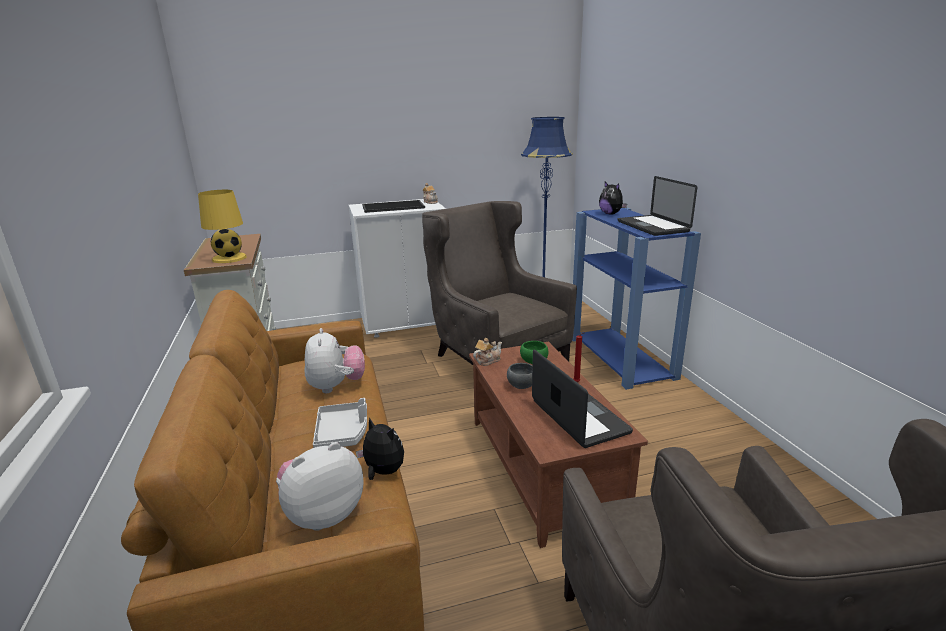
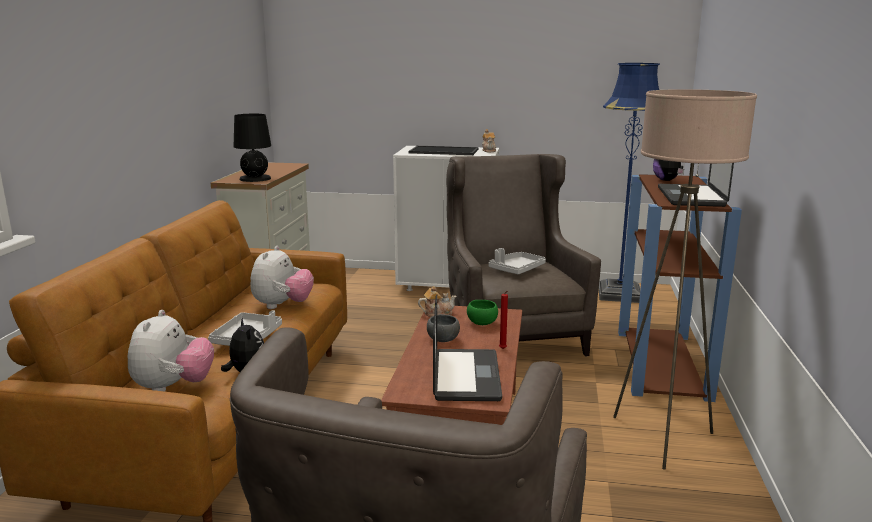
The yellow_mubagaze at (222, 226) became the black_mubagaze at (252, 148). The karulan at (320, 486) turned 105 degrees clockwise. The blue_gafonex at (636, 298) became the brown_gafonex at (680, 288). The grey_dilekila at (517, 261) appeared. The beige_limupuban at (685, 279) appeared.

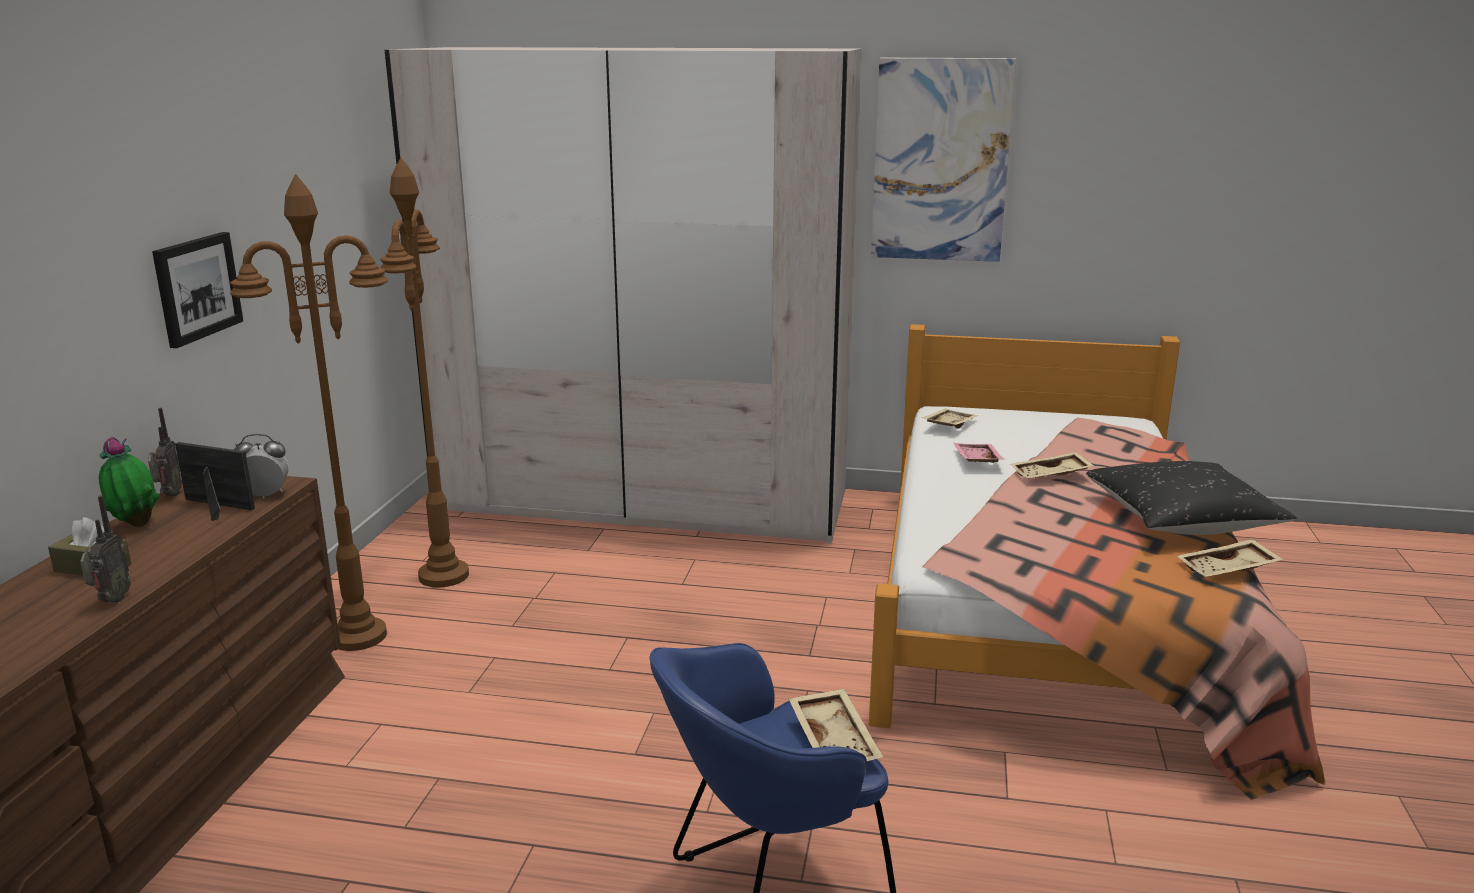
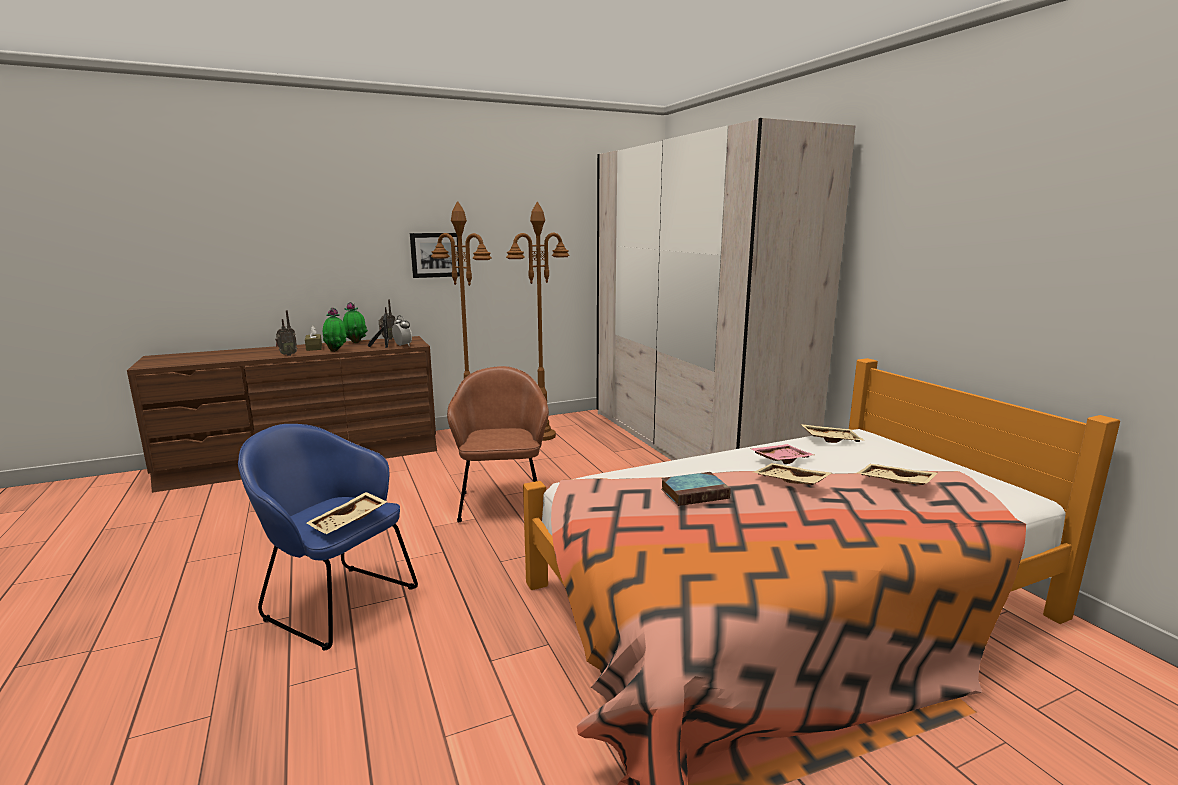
The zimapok at (944, 160) disappeared. The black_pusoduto at (1191, 498) disappeared. The beige_dilekila moved from (1230, 558) to (897, 474). The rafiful at (334, 330) appeared. The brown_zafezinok at (498, 444) appeared. The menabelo at (696, 489) appeared.

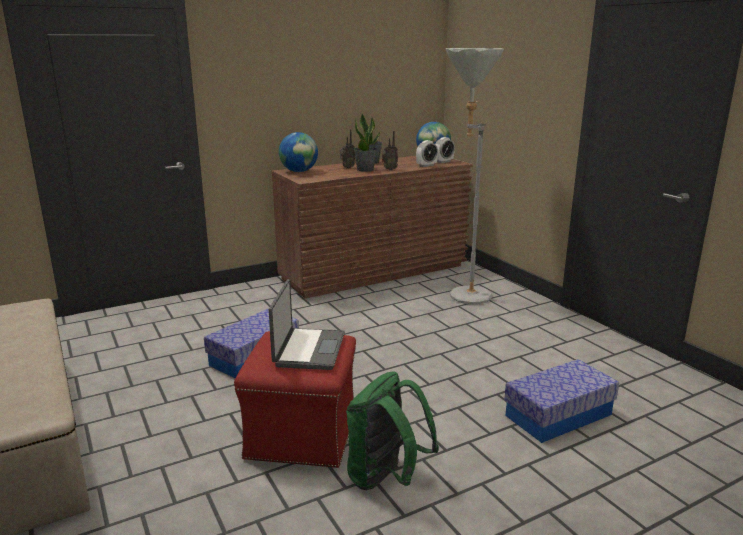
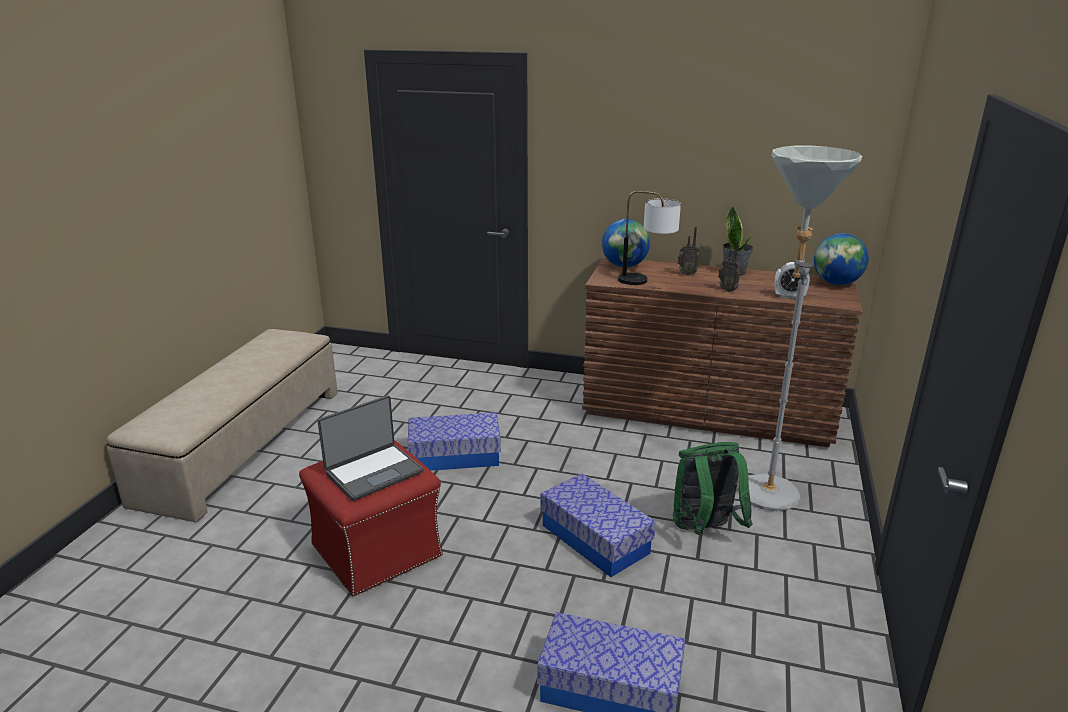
The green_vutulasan moved from (392, 430) to (712, 488). The rafiful at (365, 144) disappeared. The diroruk at (445, 150) disappeared. The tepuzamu at (598, 525) appeared. The mubagaze at (649, 238) appeared.

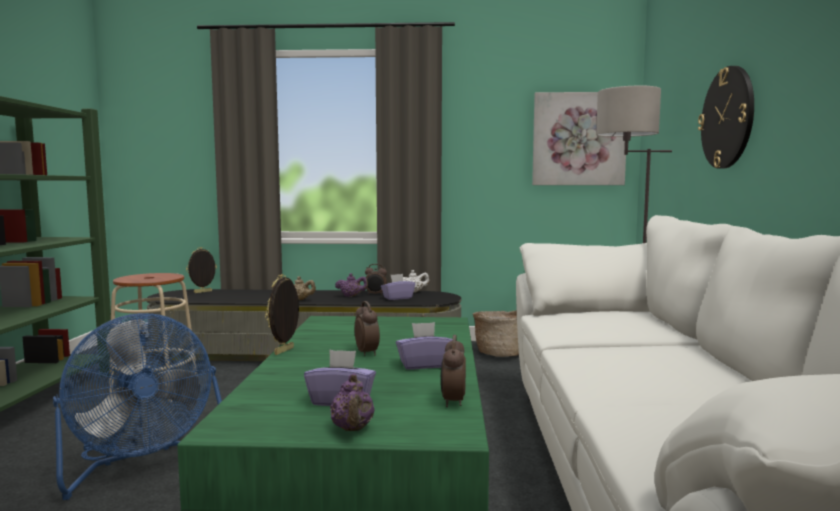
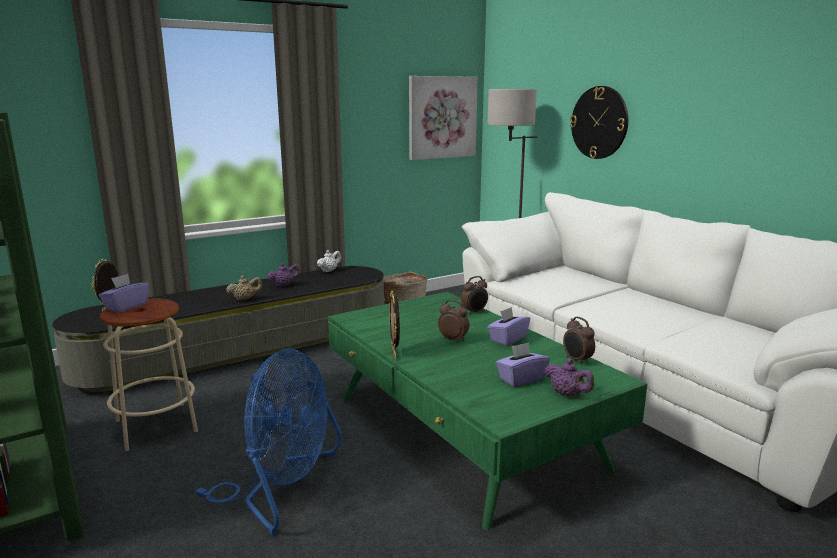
The diroruk moved from (376, 279) to (474, 295). The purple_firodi moved from (398, 287) to (124, 293).

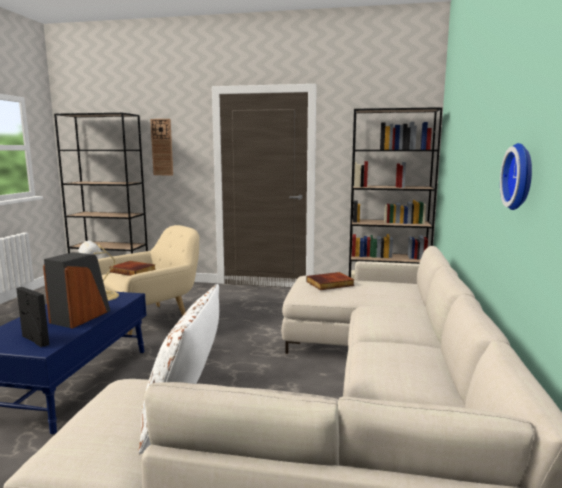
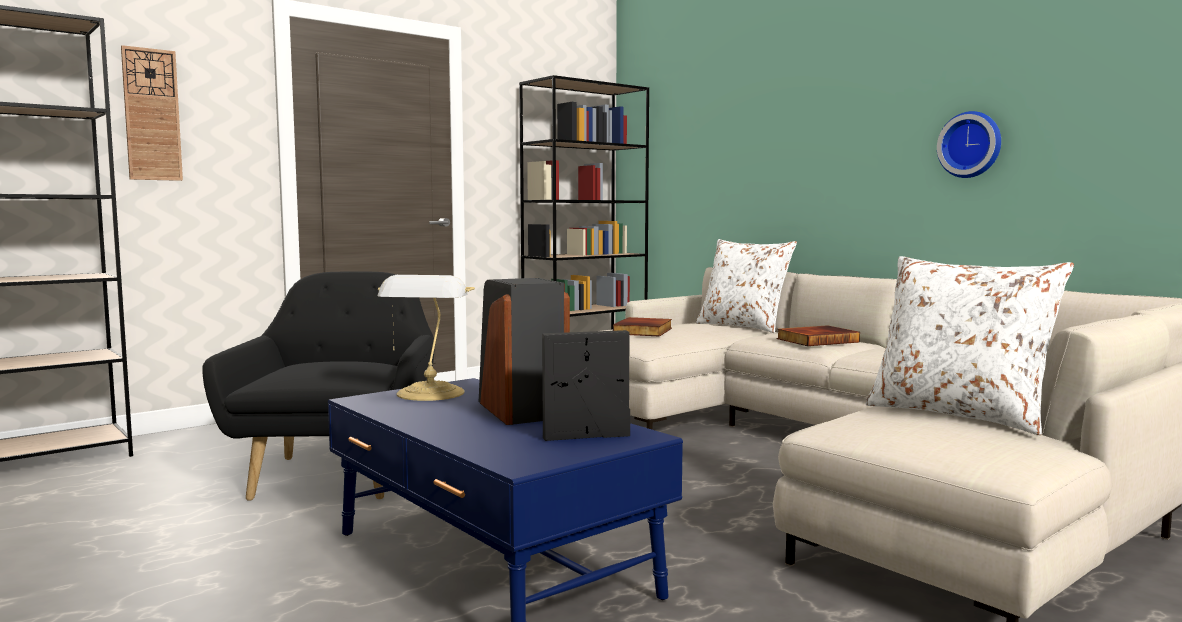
The beige_zafezinok at (148, 280) became the black_zafezinok at (318, 386). The menabelo moved from (132, 268) to (818, 335). The white_pusoduto at (746, 286) appeared.

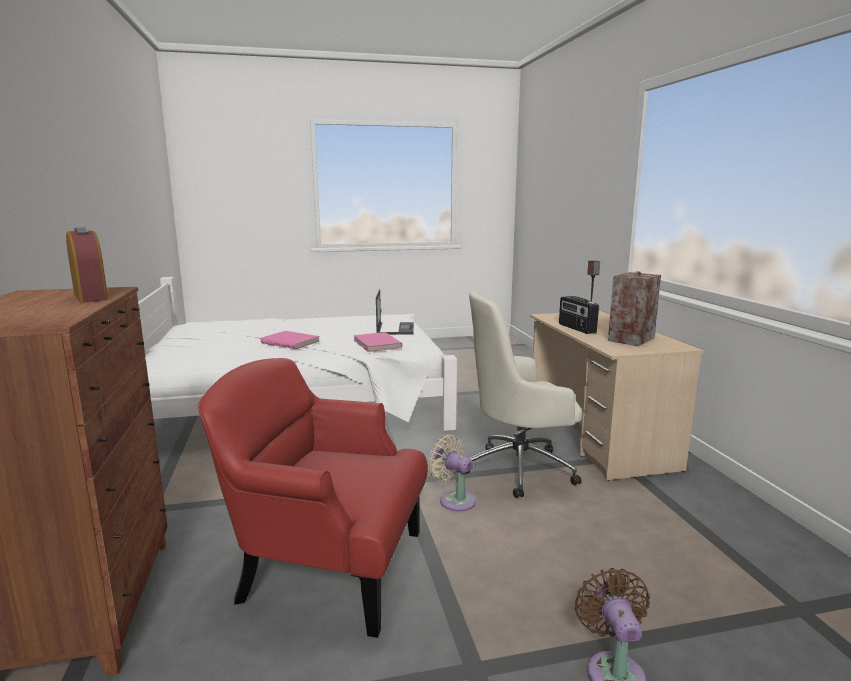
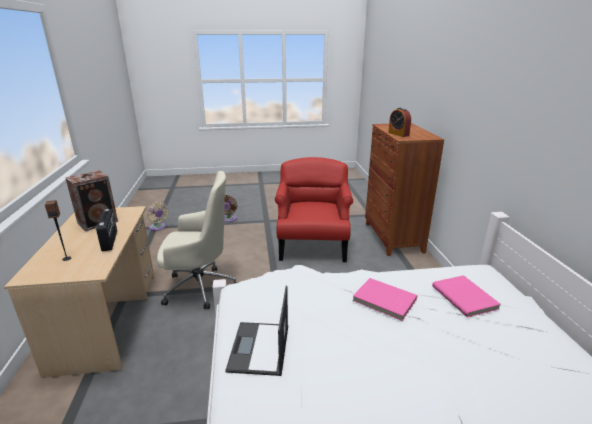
The red_zafezinok at (313, 498) turned 105 degrees counterclockwise. The pink_menabelo moved from (378, 342) to (466, 296). The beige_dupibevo moved from (452, 473) to (158, 216).

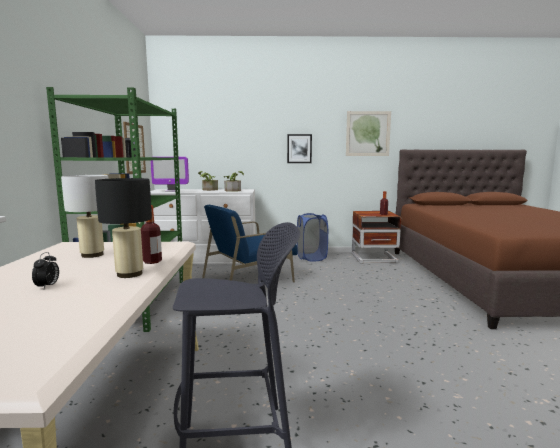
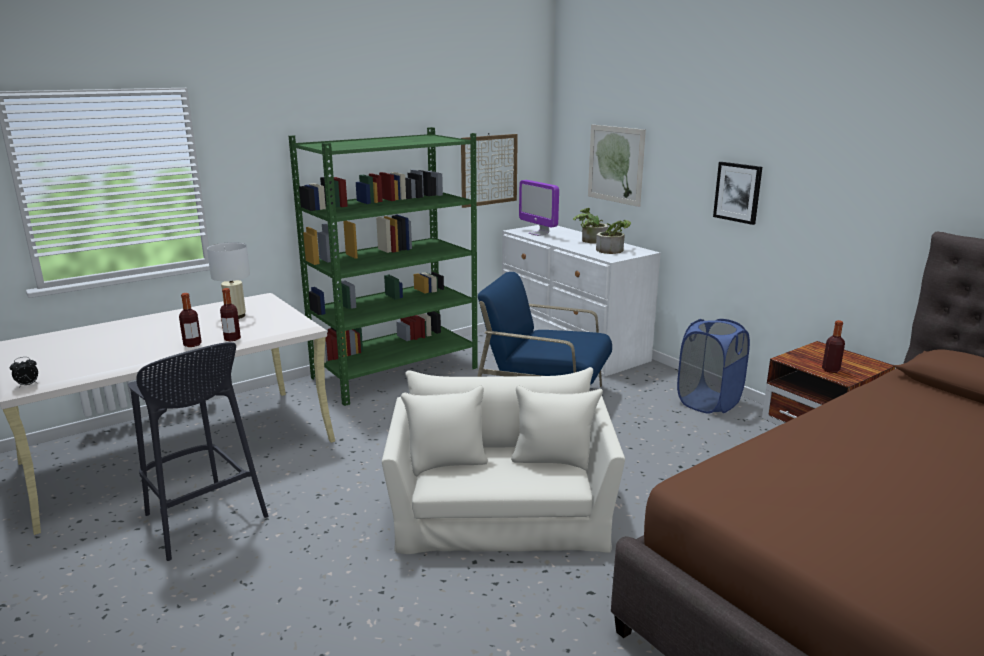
The diroruk moved from (45, 270) to (24, 372). The black_mubagaze at (123, 228) was replaced by the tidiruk at (190, 320). The zimapok moved from (368, 133) to (617, 165). The beige_zafezinok at (503, 460) appeared.

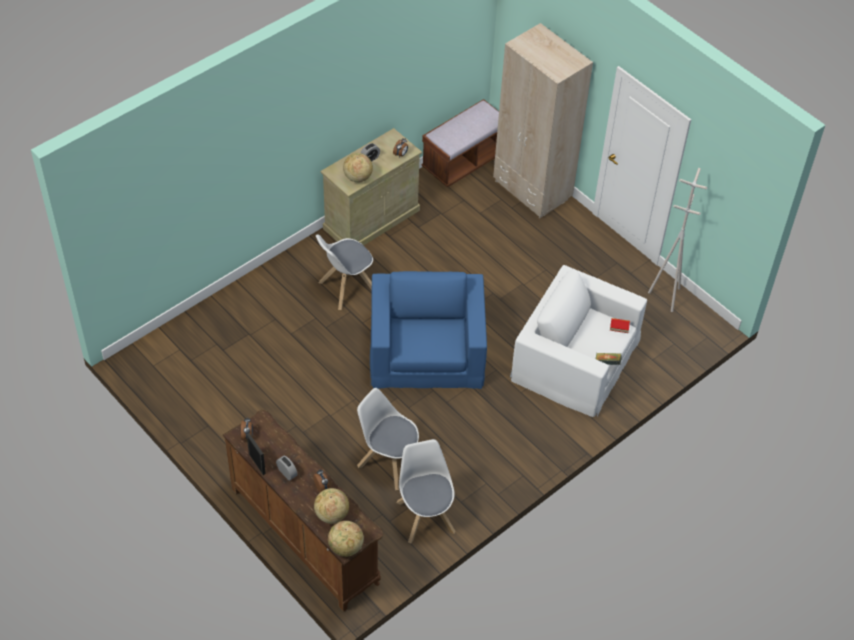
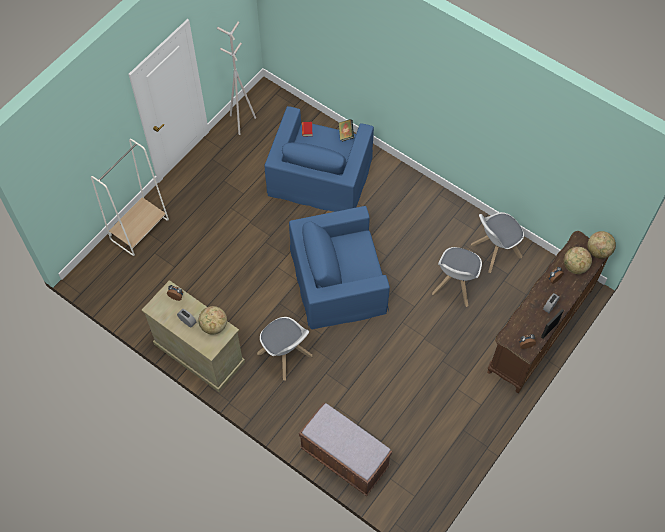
The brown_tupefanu moved from (460, 143) to (345, 449). The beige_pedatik at (543, 120) was replaced by the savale at (130, 197). The white_zafezinok at (578, 341) became the blue_zafezinok at (319, 159).

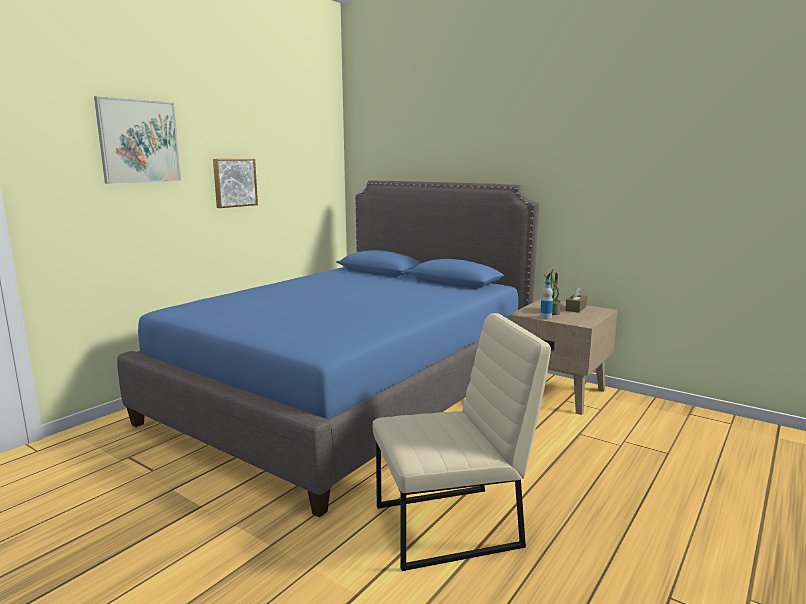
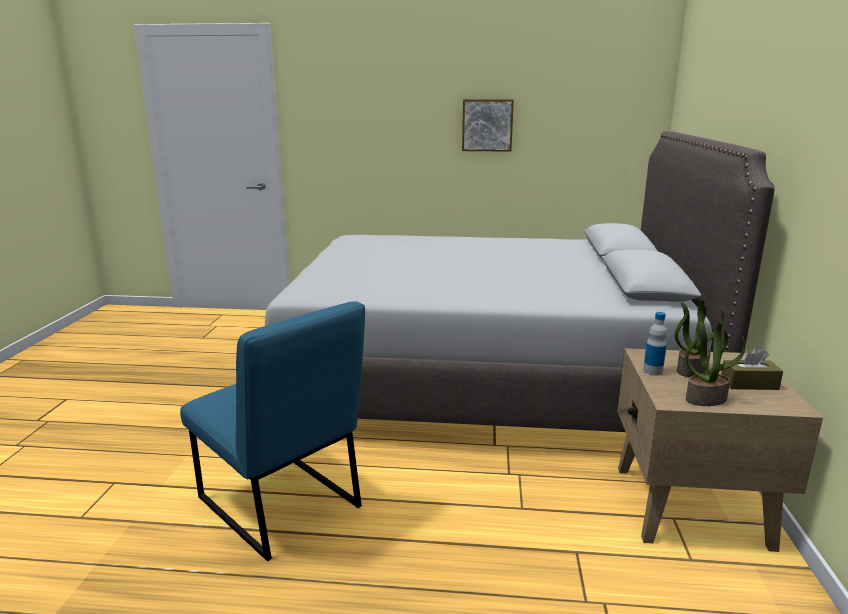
The zimapok at (137, 140) disappeared. The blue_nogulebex at (328, 349) became the grey_nogulebex at (520, 281). The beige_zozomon at (462, 442) became the blue_zozomon at (272, 431). The rafiful at (715, 364) appeared.

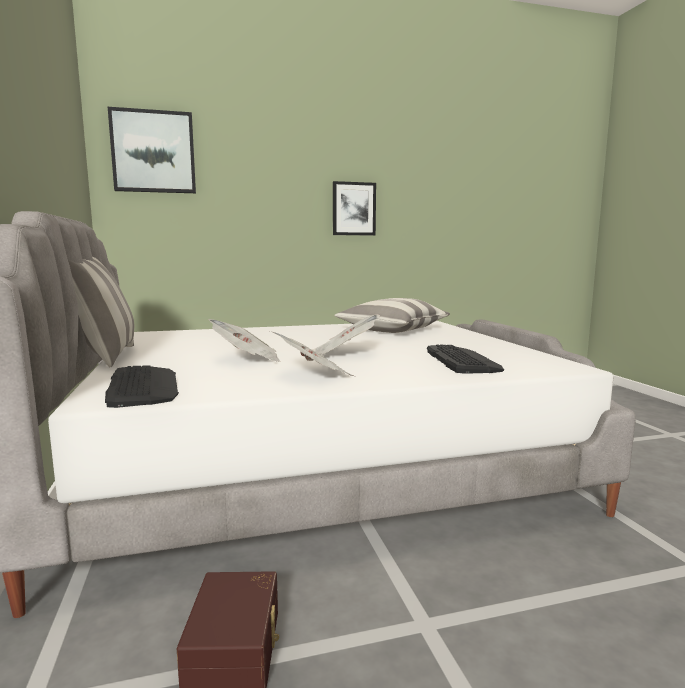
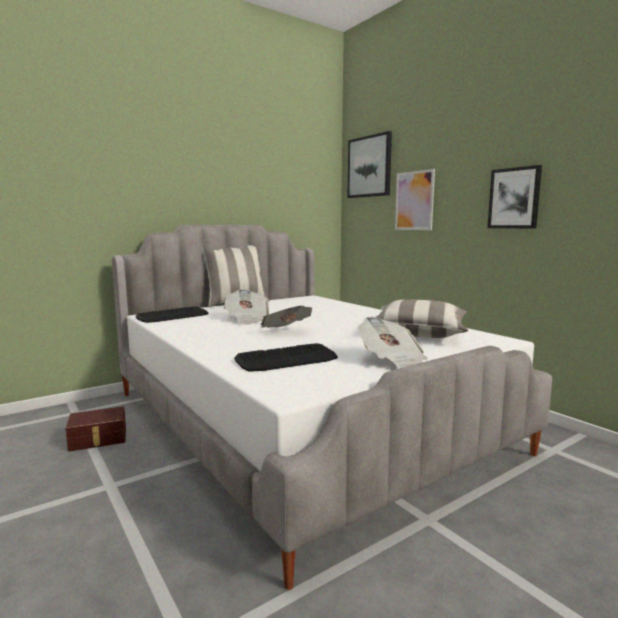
The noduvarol moved from (312, 353) to (393, 342). The zimapok at (415, 199) appeared.

